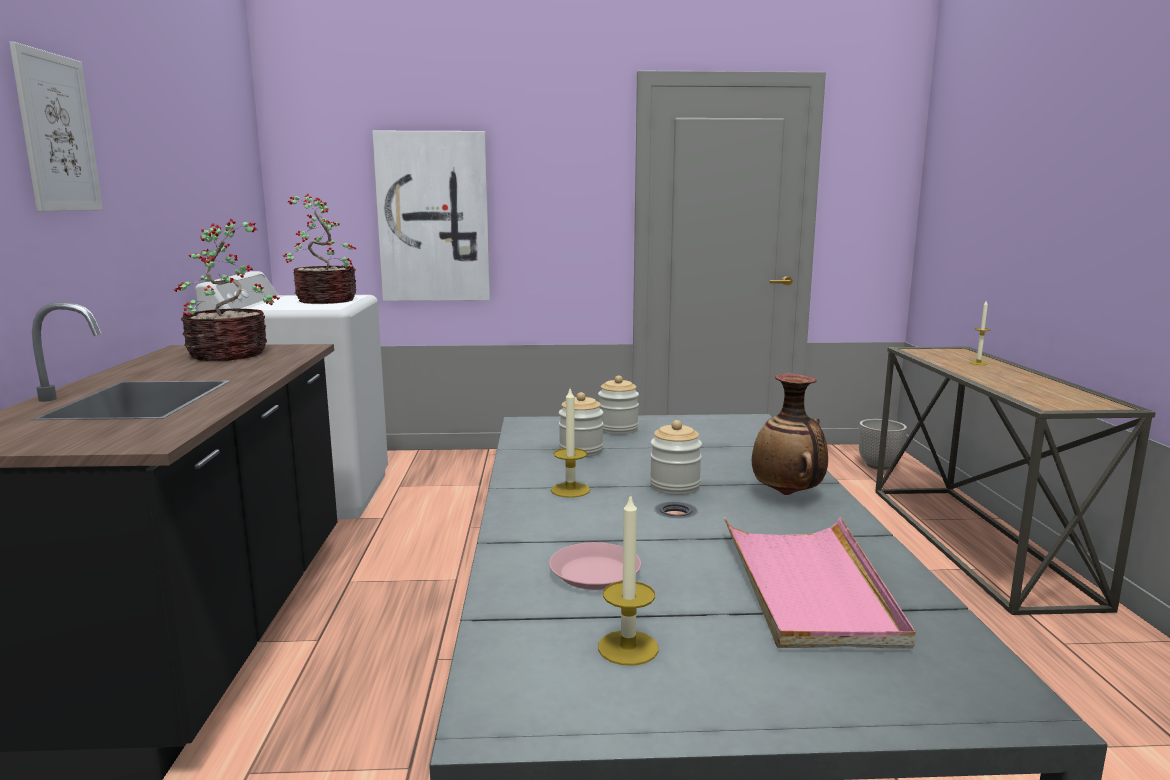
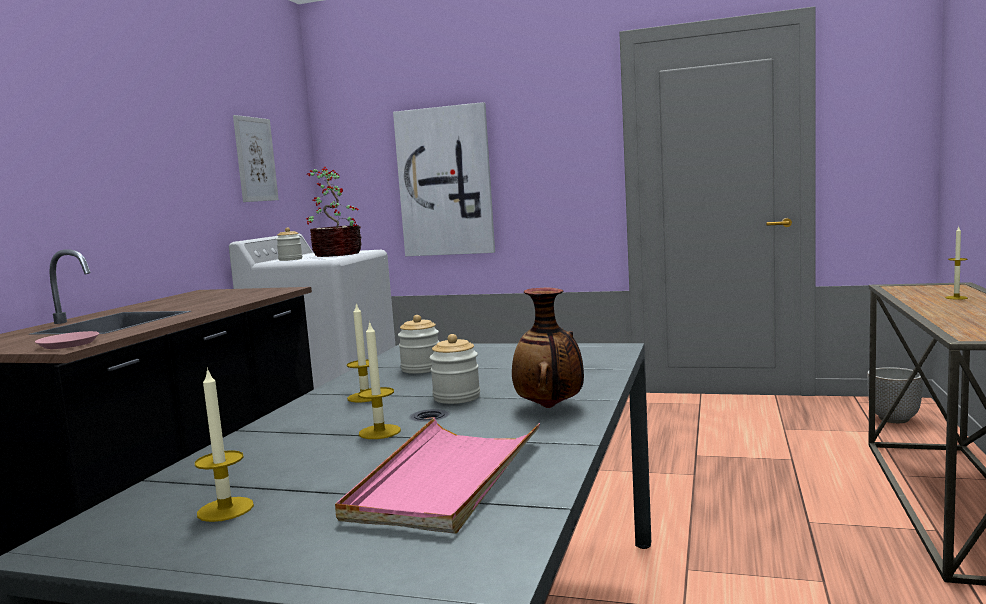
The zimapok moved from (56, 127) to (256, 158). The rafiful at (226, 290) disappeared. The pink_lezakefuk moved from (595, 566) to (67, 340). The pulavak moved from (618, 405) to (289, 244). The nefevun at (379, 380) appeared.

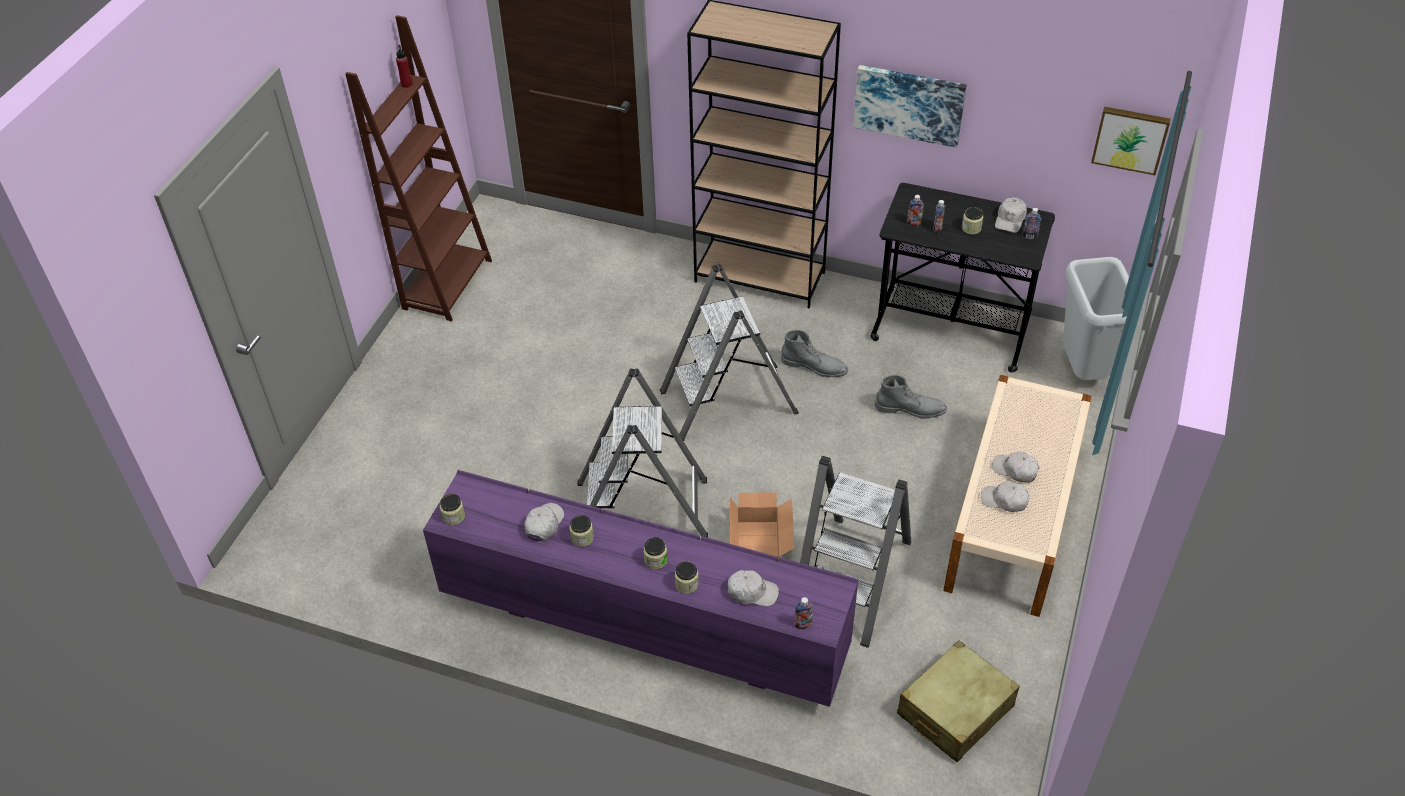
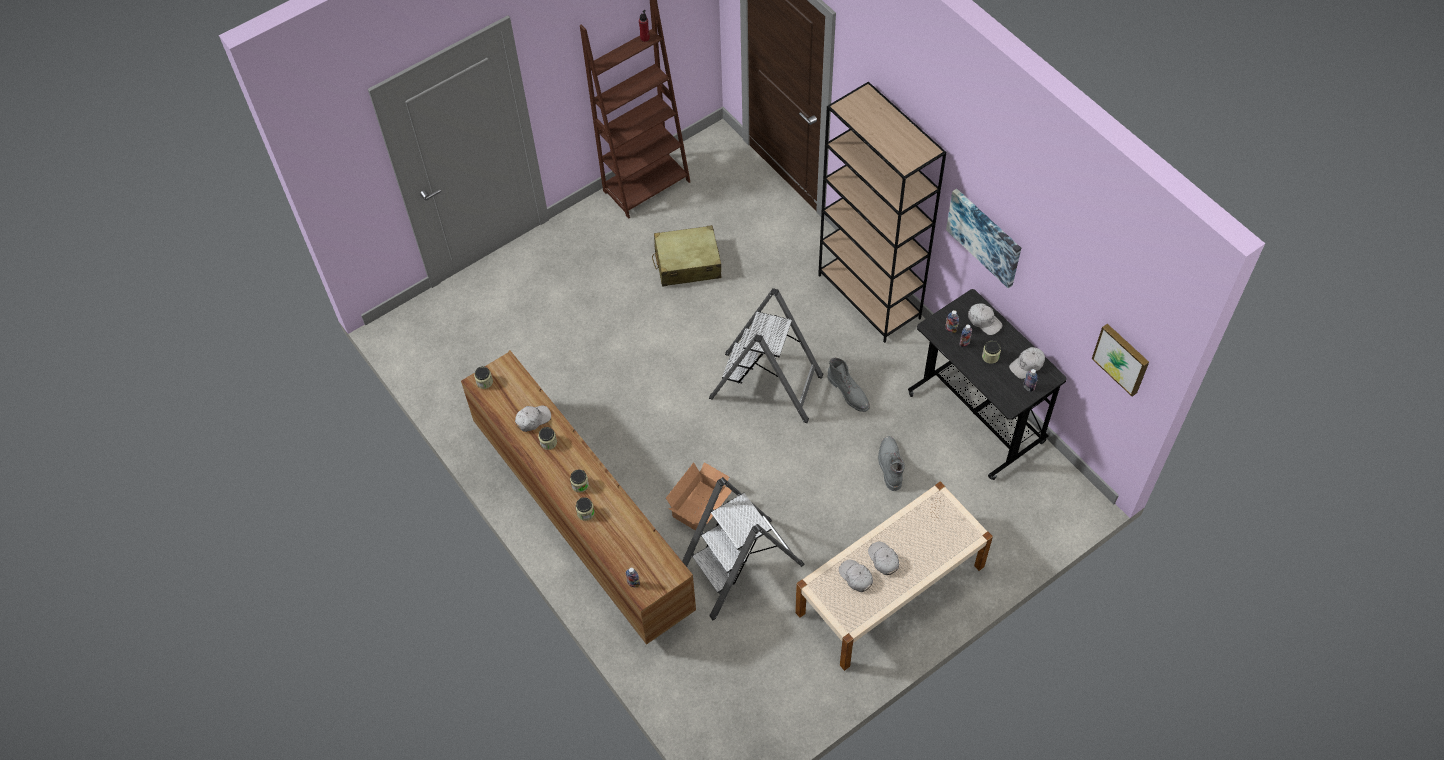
The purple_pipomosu at (640, 588) became the brown_pipomosu at (578, 497). The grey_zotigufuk at (642, 453) disappeared. The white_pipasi moved from (753, 588) to (985, 319). The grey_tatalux at (911, 397) turned 135 degrees counterclockwise. The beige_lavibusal moved from (958, 701) to (686, 256). The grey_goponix at (1096, 318) disappeared.

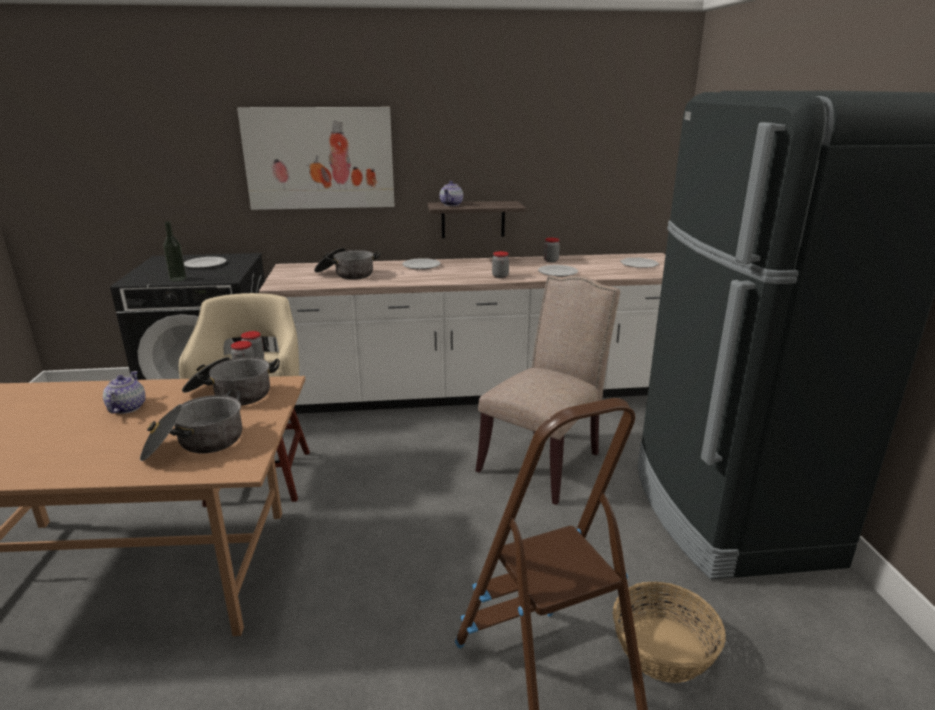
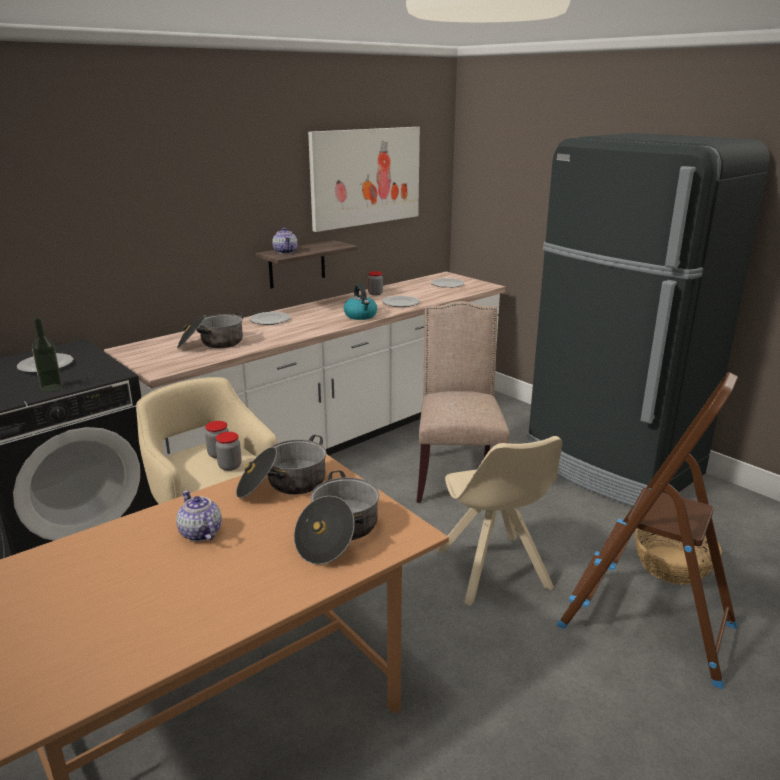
The zimapok moved from (316, 158) to (364, 179). The pulavak at (500, 264) was replaced by the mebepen at (360, 302). The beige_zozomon at (499, 521) appeared.

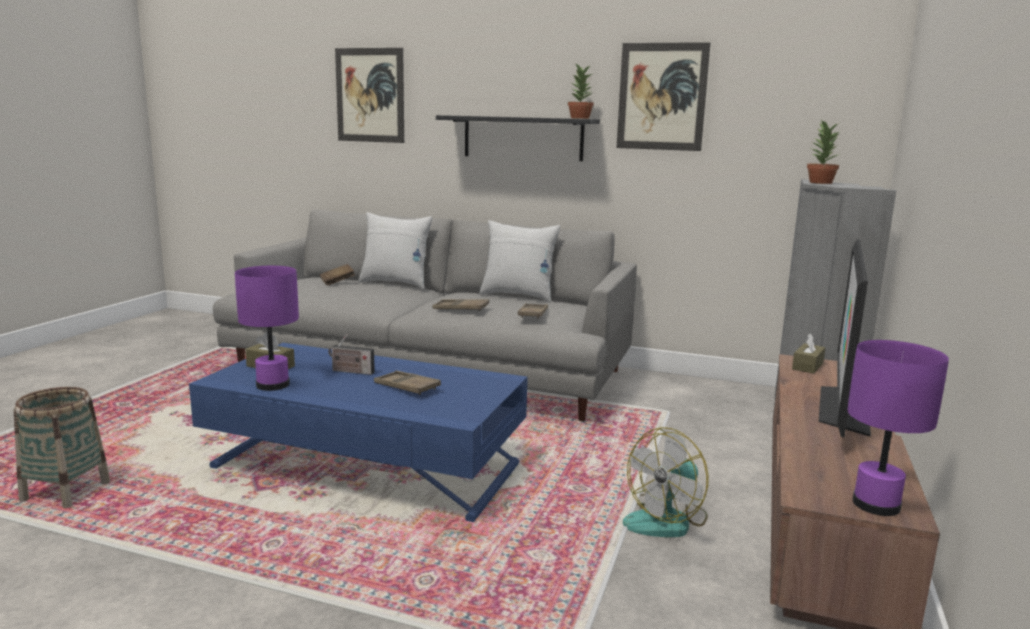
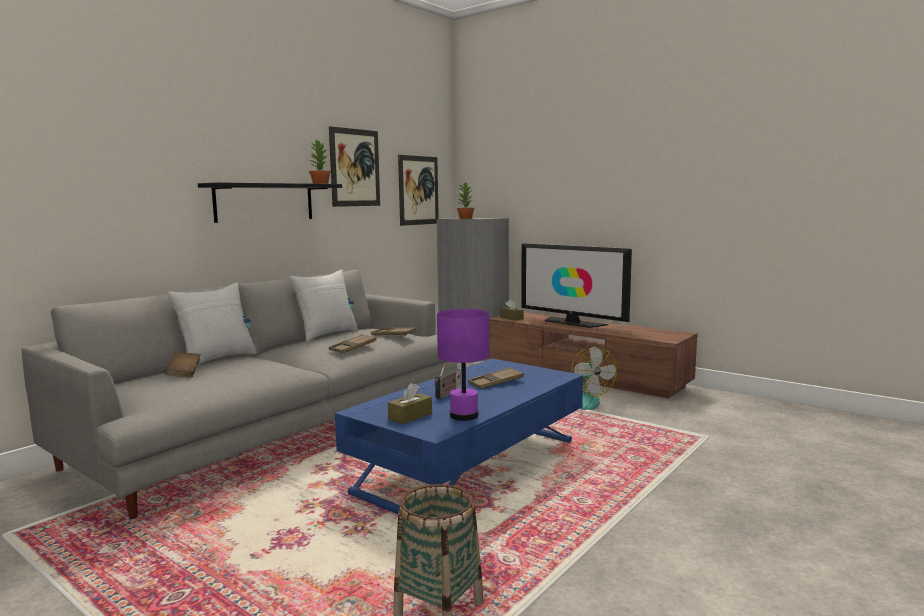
The zimapok moved from (369, 95) to (418, 190). The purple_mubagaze at (898, 428) disappeared.

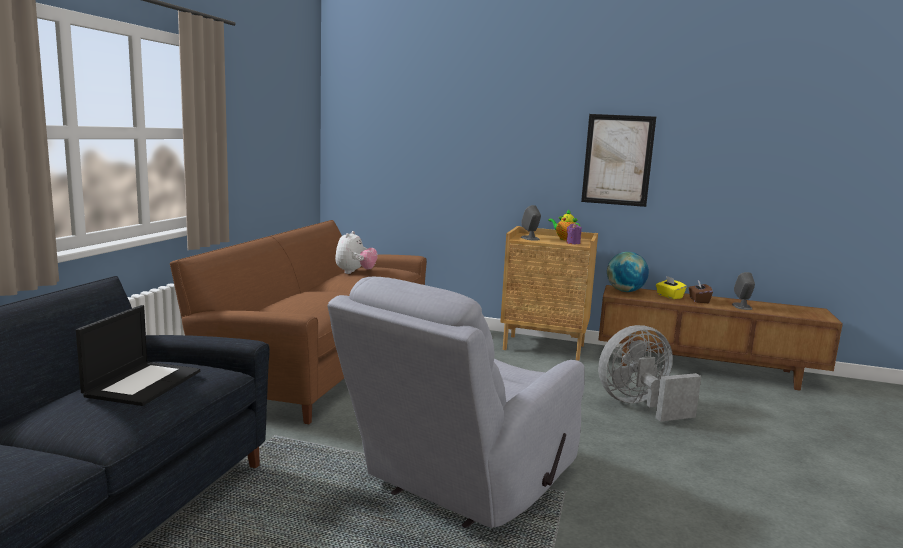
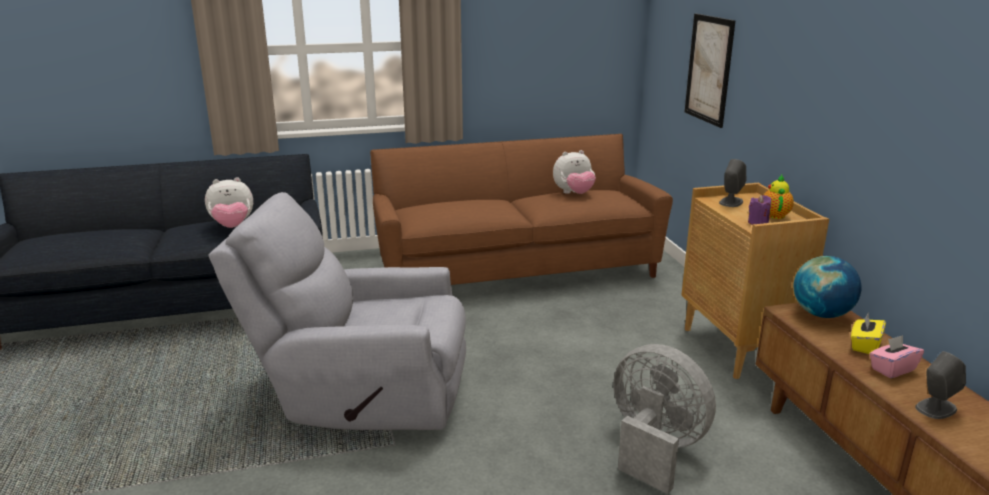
The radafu at (138, 355) was replaced by the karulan at (229, 202). The zimapok moved from (618, 160) to (710, 71). The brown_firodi at (700, 291) became the pink_firodi at (897, 356).

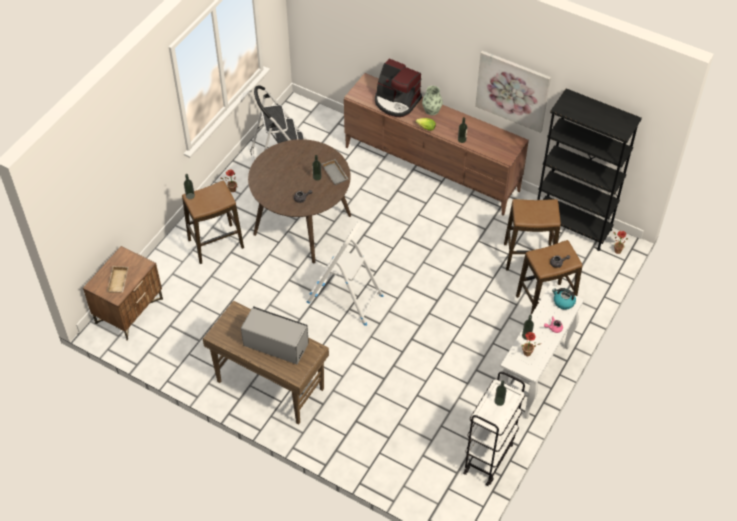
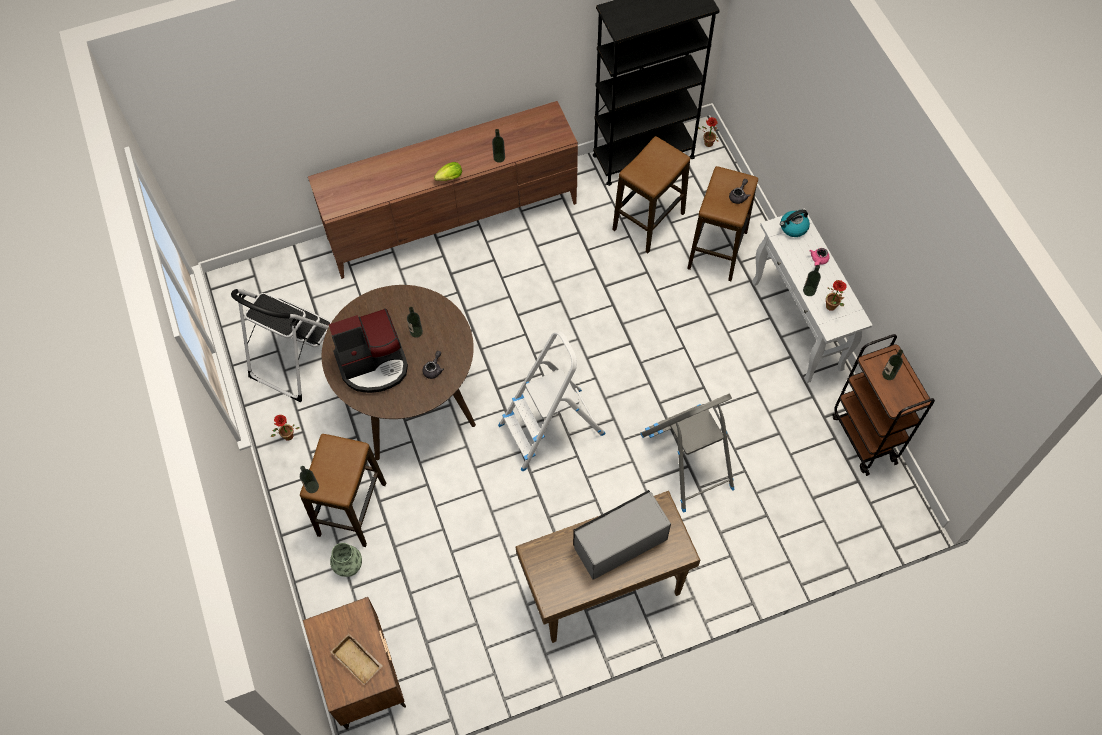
The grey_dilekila at (335, 172) disappeared. The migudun moved from (398, 88) to (368, 350). The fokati moved from (432, 100) to (346, 560). The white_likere at (494, 429) became the brown_likere at (884, 405). The zimapok at (513, 92) disappeared. The grey_zotigufuk at (688, 452) appeared.

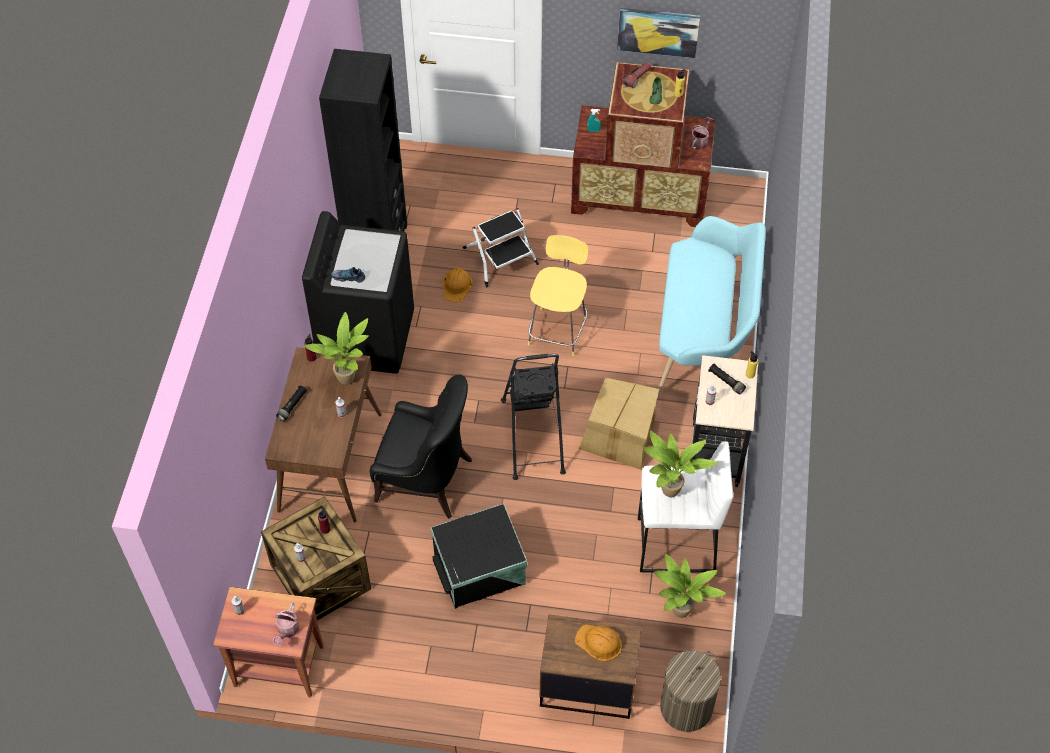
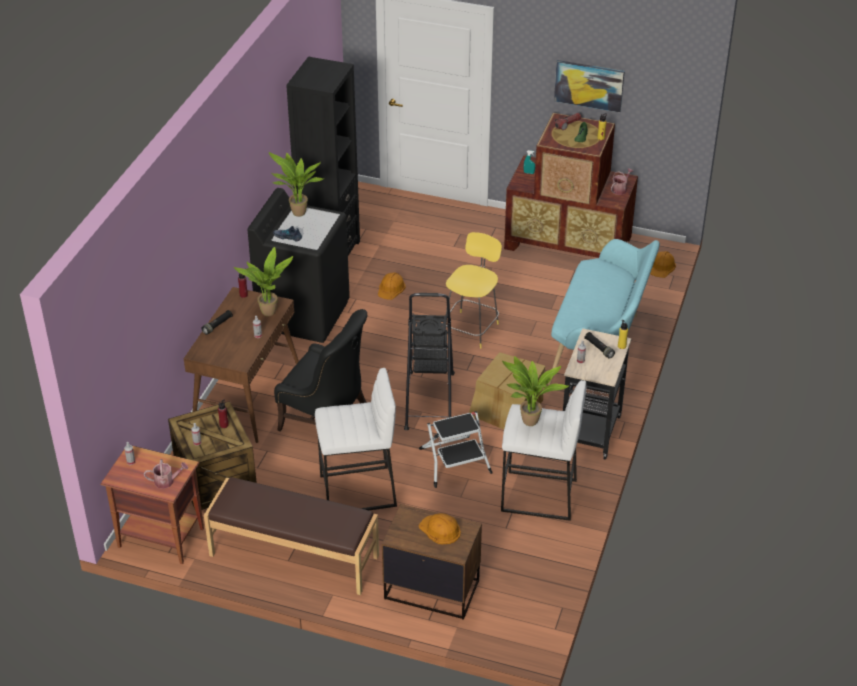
The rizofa at (286, 624) turned 120 degrees counterclockwise. The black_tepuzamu at (478, 556) was replaced by the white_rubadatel at (356, 439). The zotigufuk moved from (500, 248) to (455, 449). The rafiful moved from (690, 585) to (296, 184). The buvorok at (690, 691) disappeared. The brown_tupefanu at (291, 536) appeared. The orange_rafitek at (663, 264) appeared.

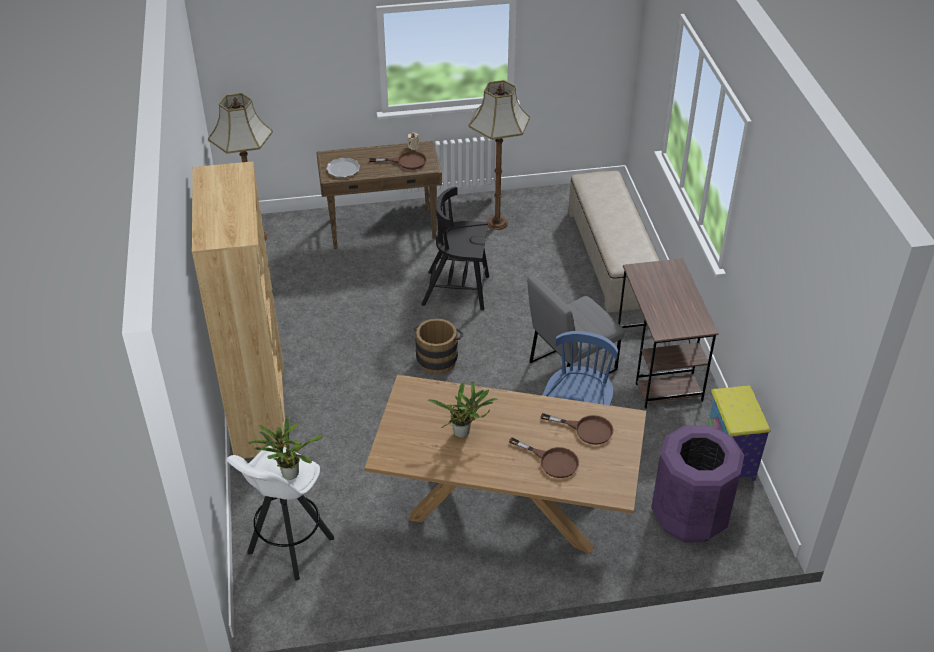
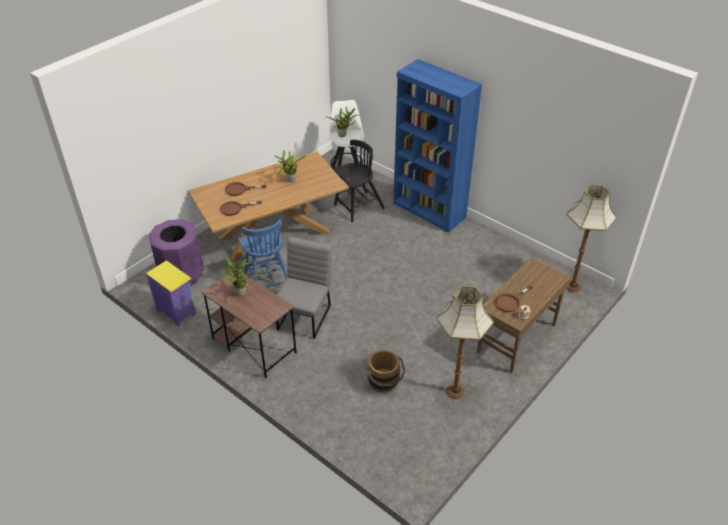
The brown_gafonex at (239, 310) became the blue_gafonex at (437, 146). The lezakefuk at (343, 167) disappeared. The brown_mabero moved from (438, 346) to (386, 371). The black_zozomon moved from (455, 248) to (359, 181). The beige_tupefanu at (614, 242) disappeared. The rafiful at (241, 277) appeared.

